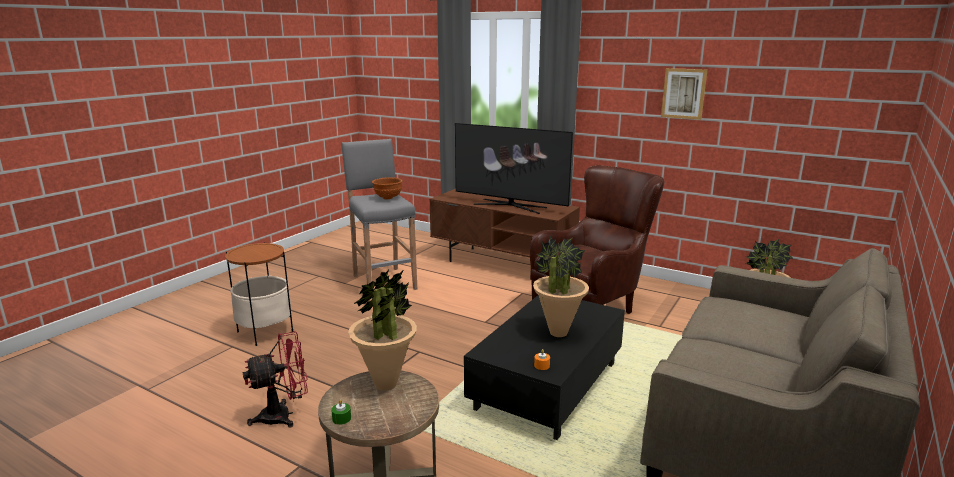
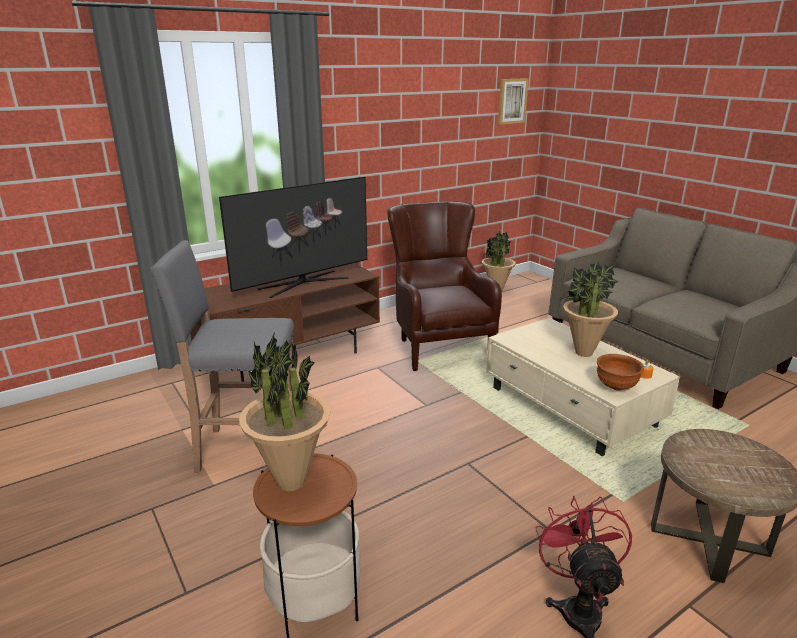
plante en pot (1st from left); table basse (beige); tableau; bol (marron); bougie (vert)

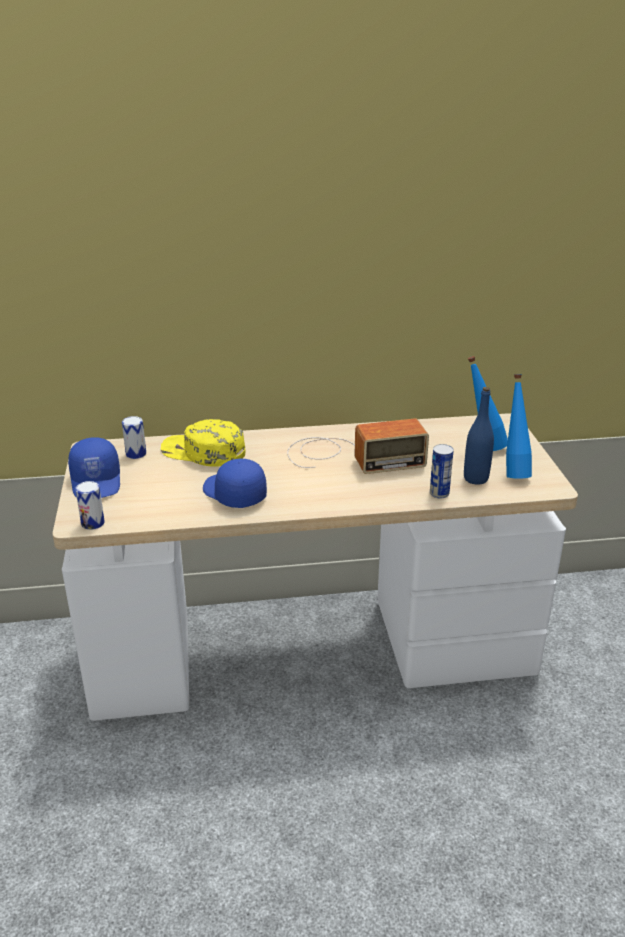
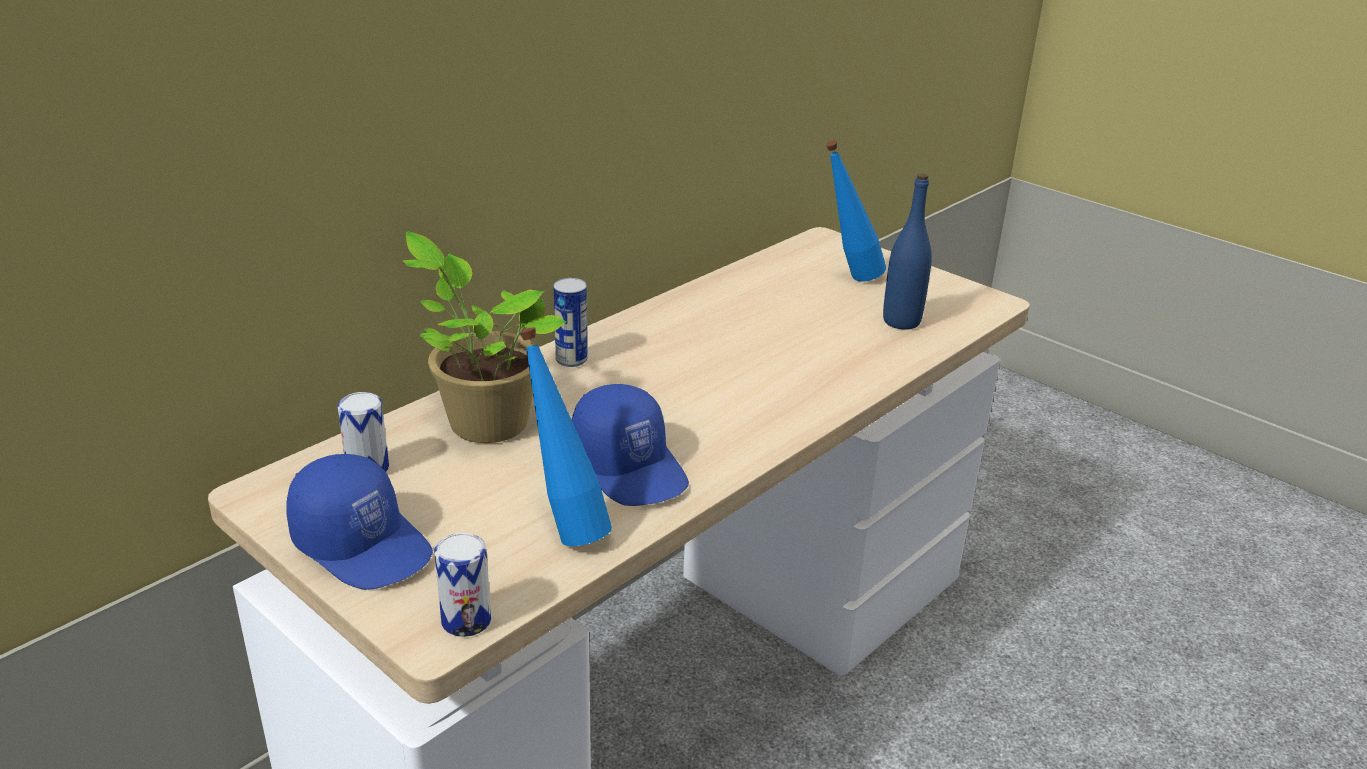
plante en pot; bouteille (bleu) (1st from left); boîte métallique (3rd from left); casquette (bleu) (2nd from left); radio

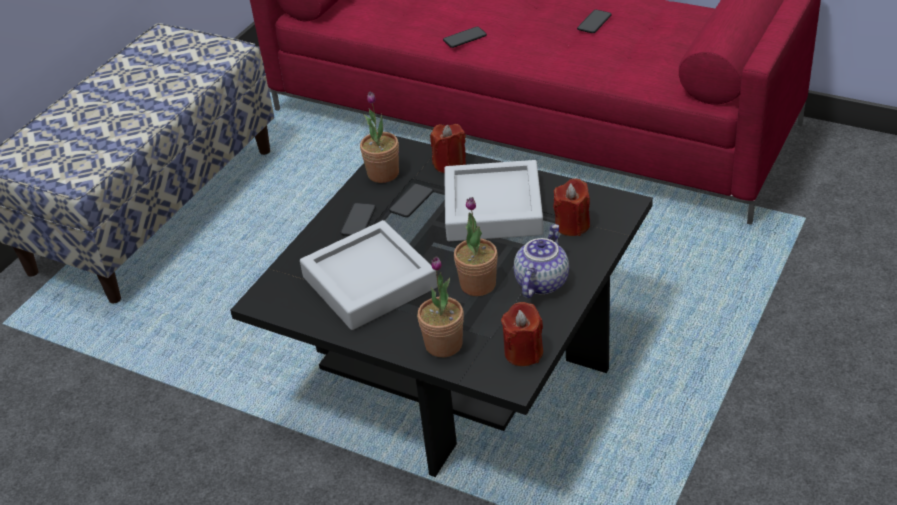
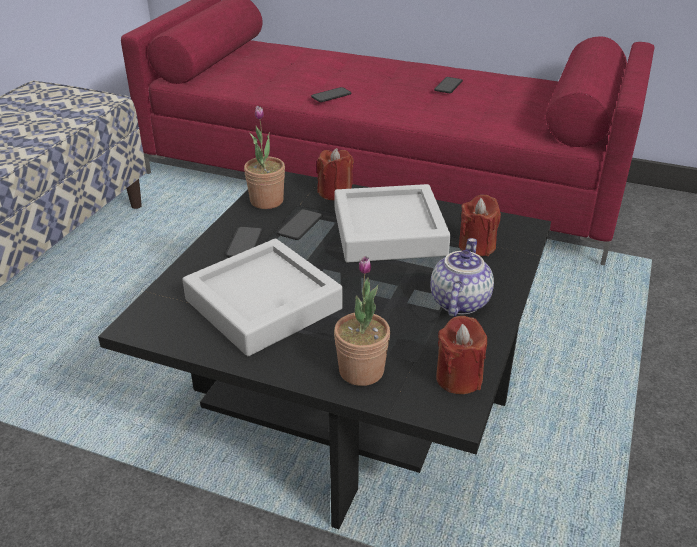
plante en pot (3rd from left in the first image)

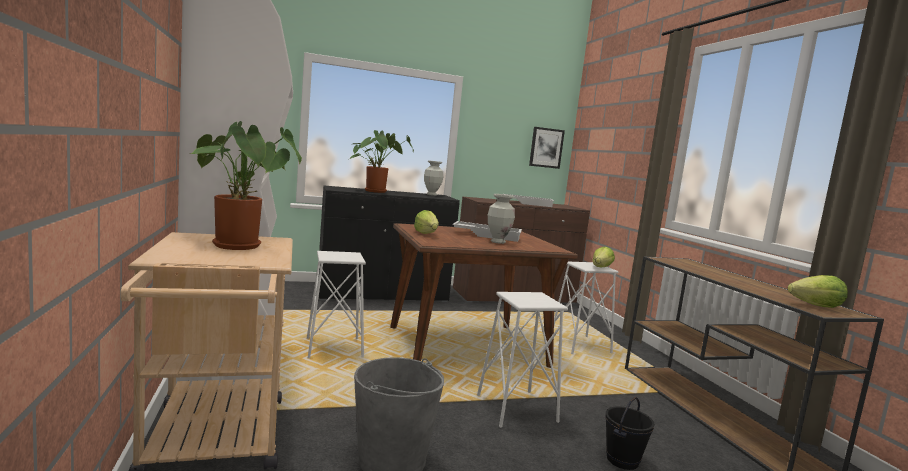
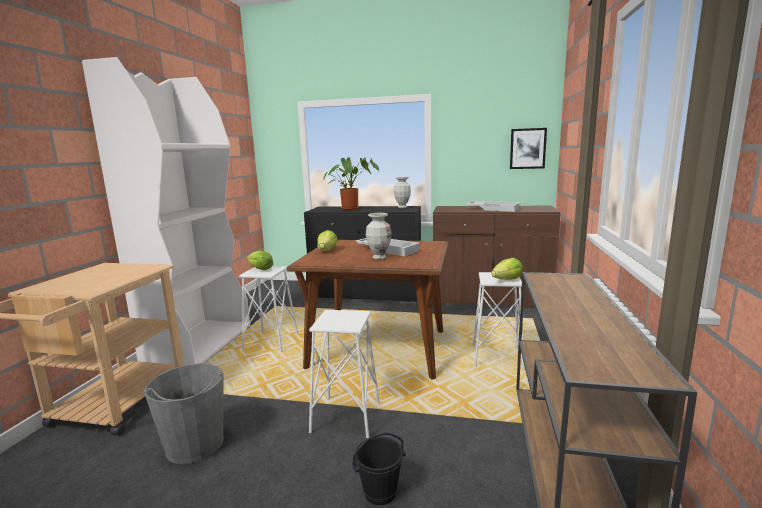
laitue (1st from left); plante en pot (1st from left in the first image)

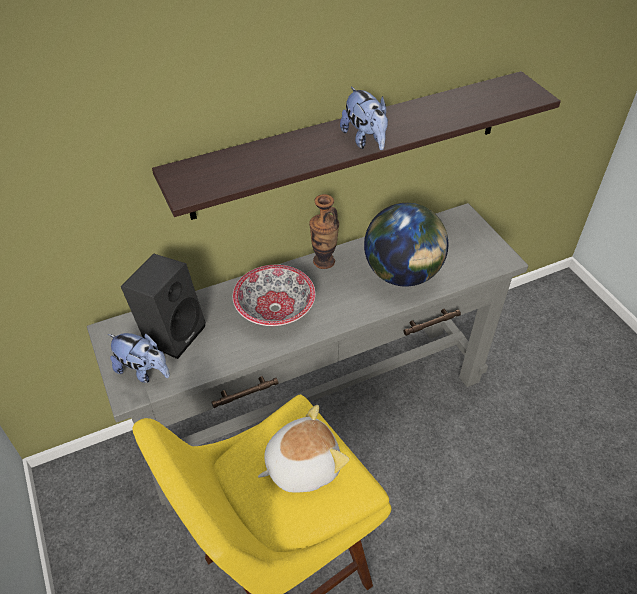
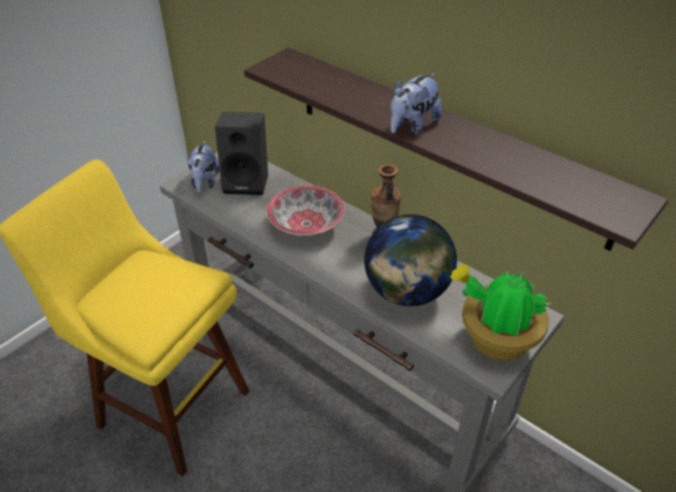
plante en pot; peluche (2nd from left in the first image)

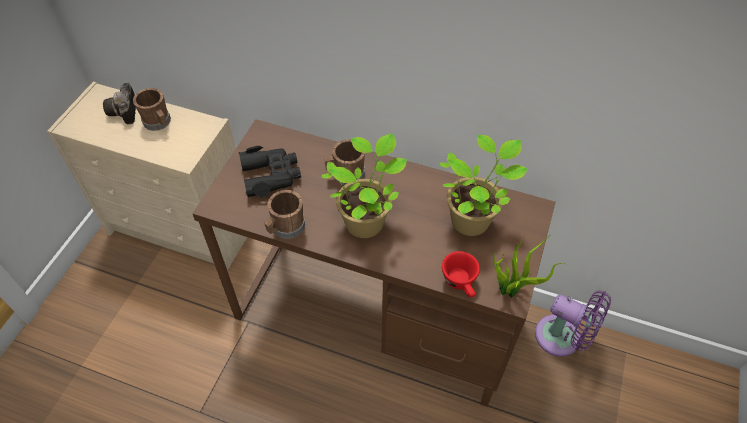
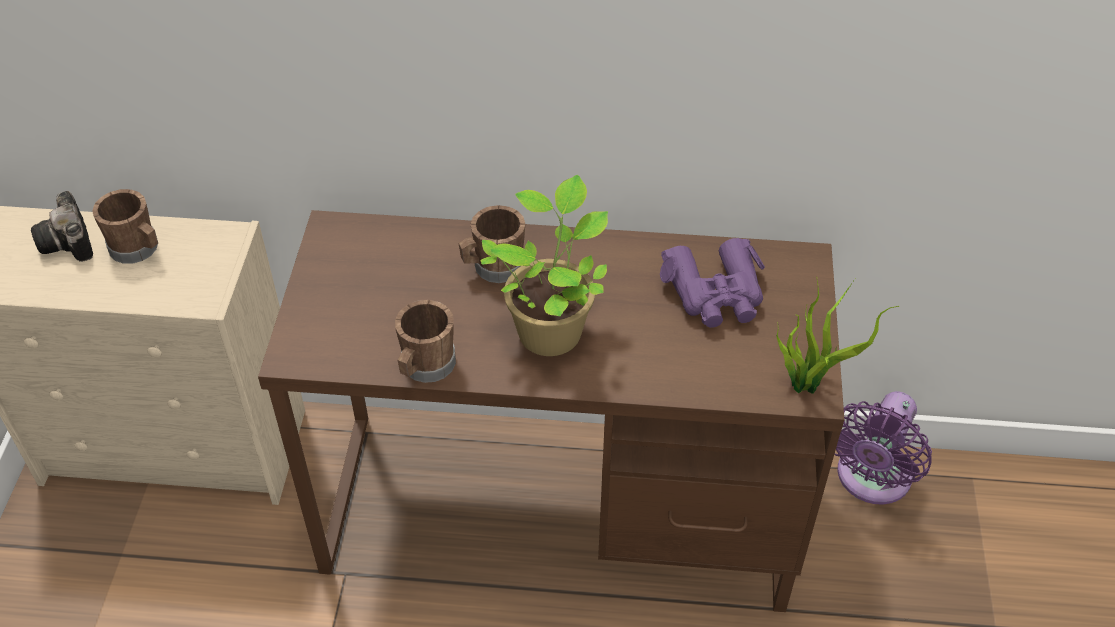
jumelles (violet); ventilateur (violet); jumelles (noir); tasse (rouge)

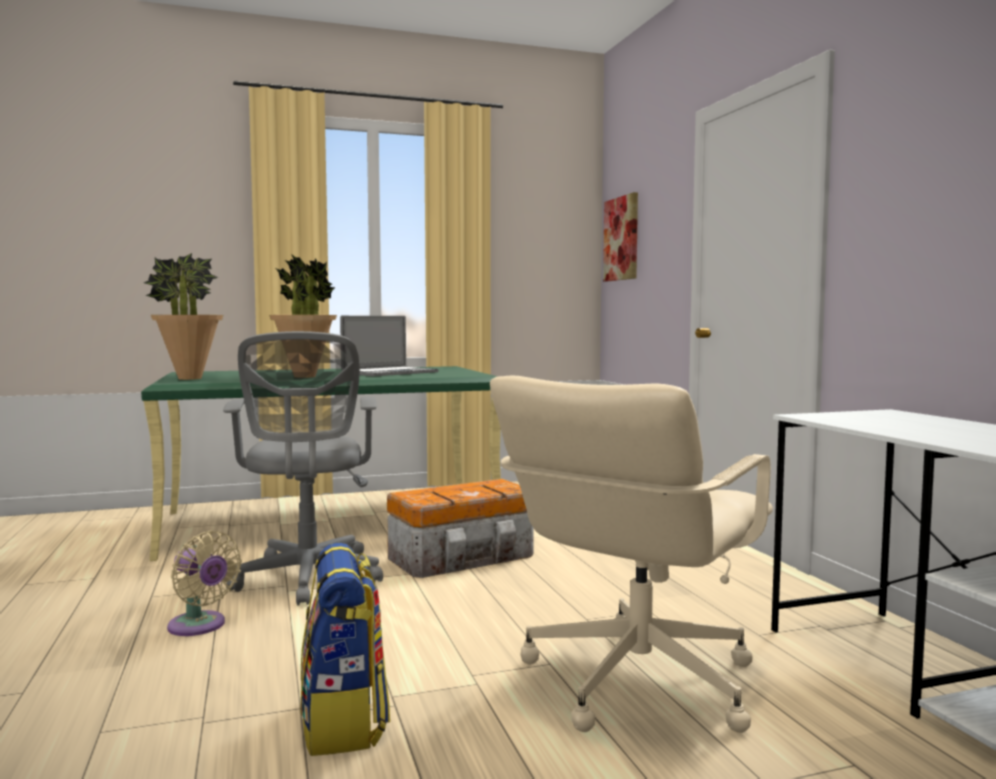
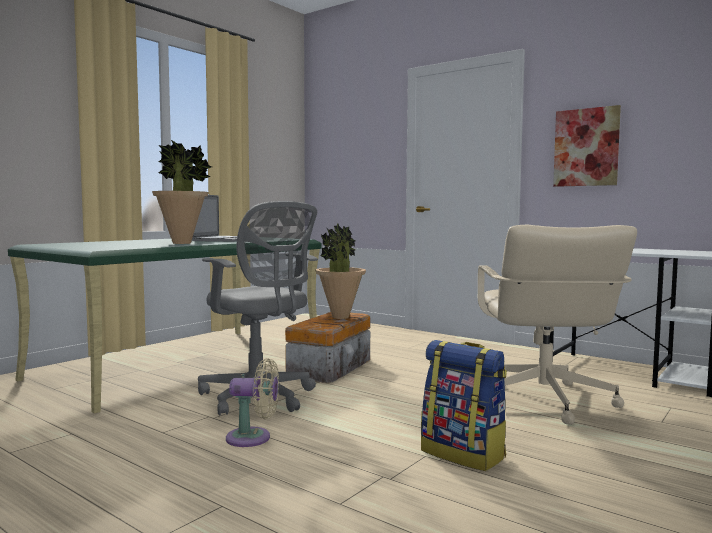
plante en pot (2nd from left); tableau

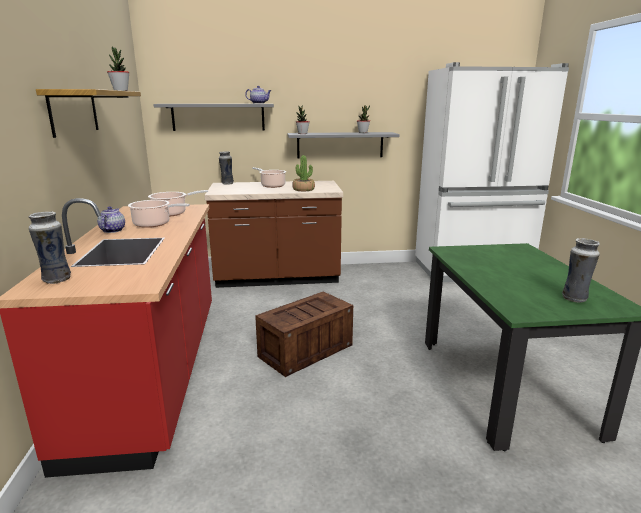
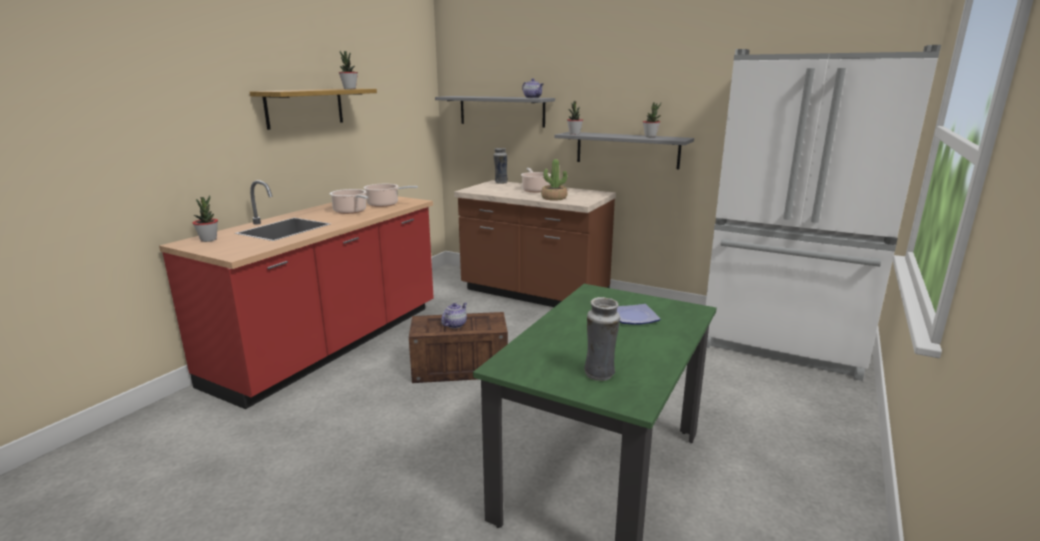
plante en pot (1st from left); théière (1st from left); assiette

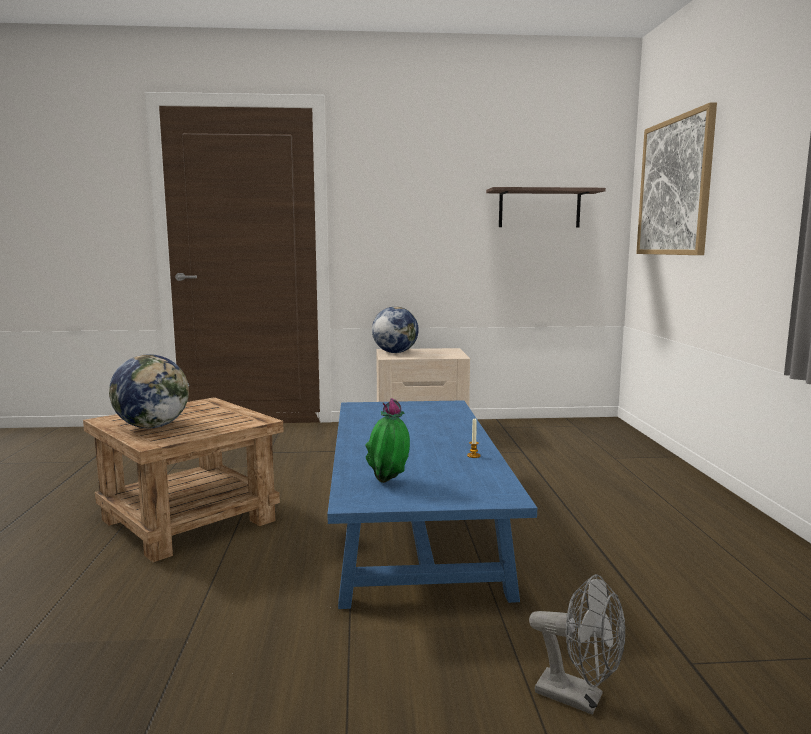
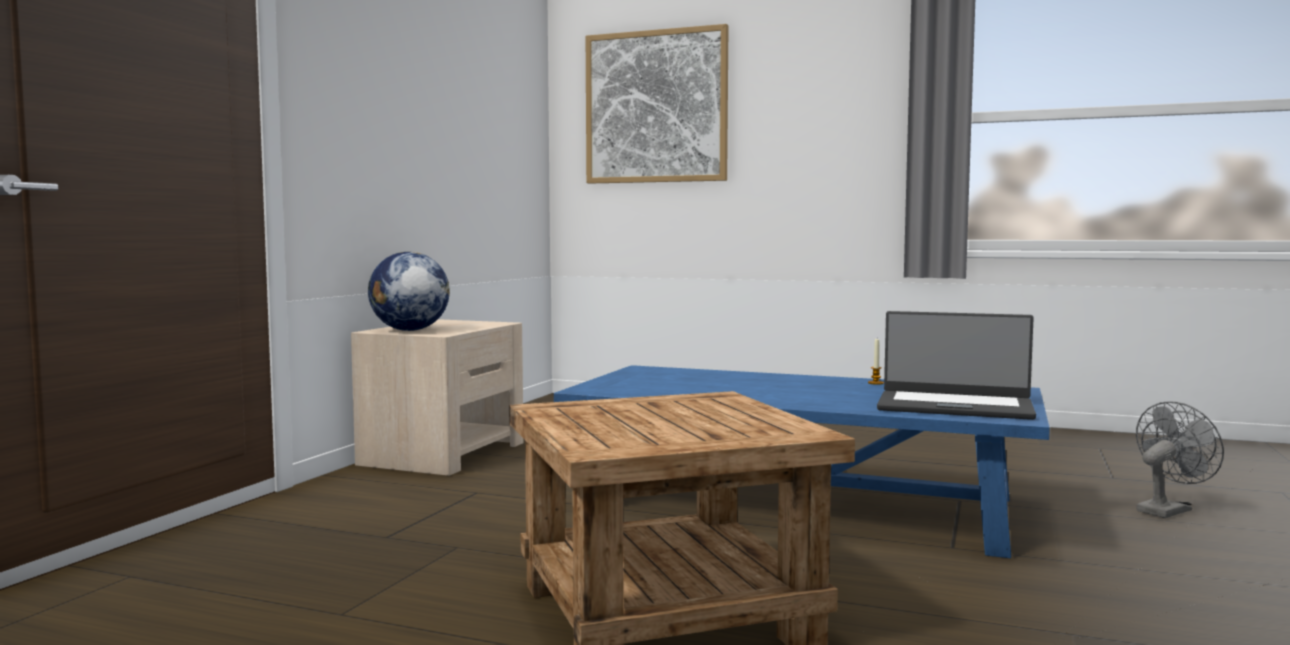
ordinateur portable; globe (1st from left in the first image); étagère

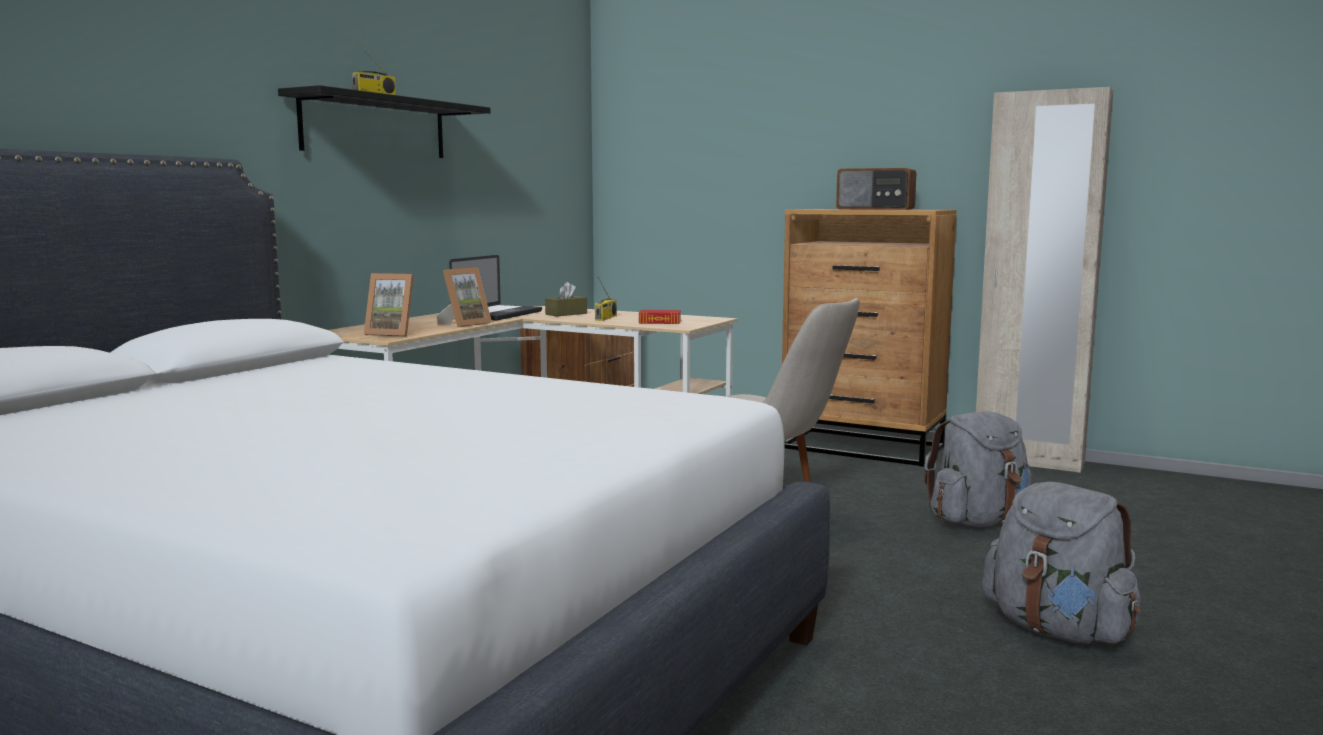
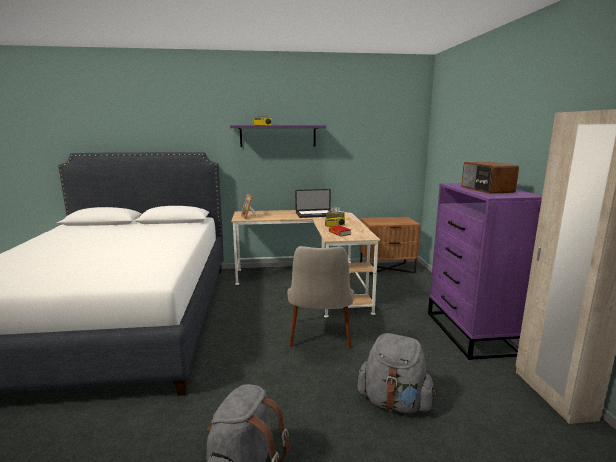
étagère (violet); commode (violet); cadre photo (2nd from left in the first image)

